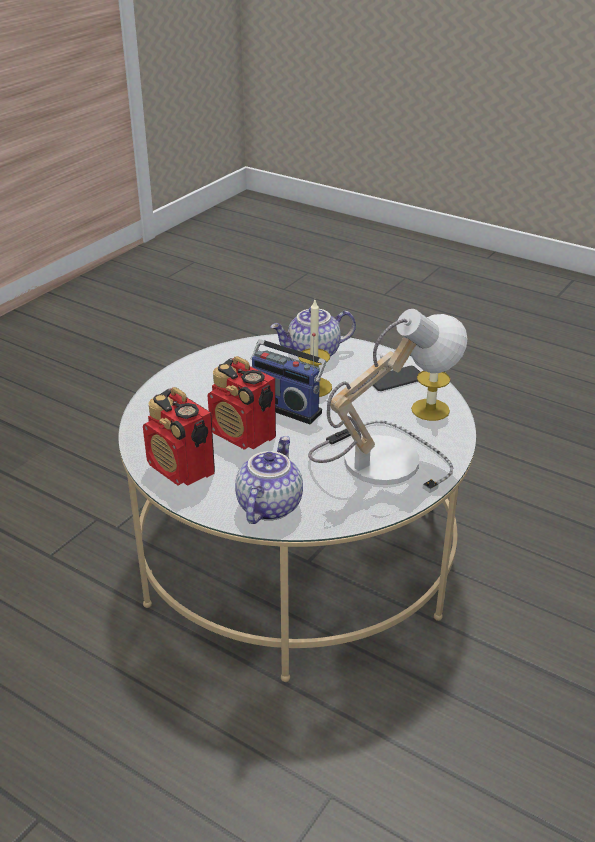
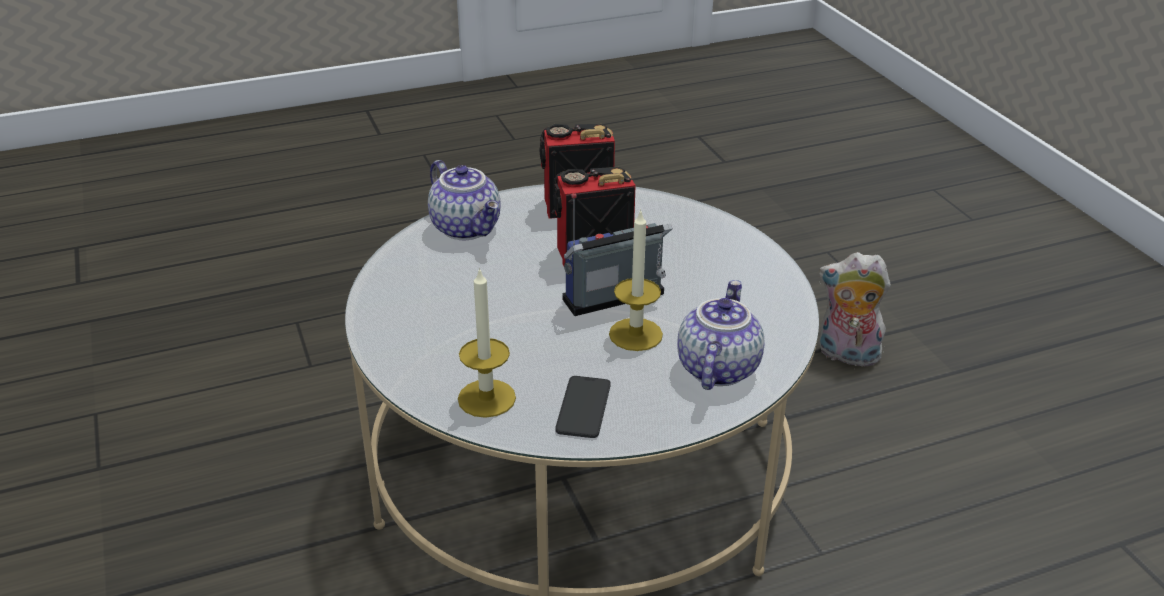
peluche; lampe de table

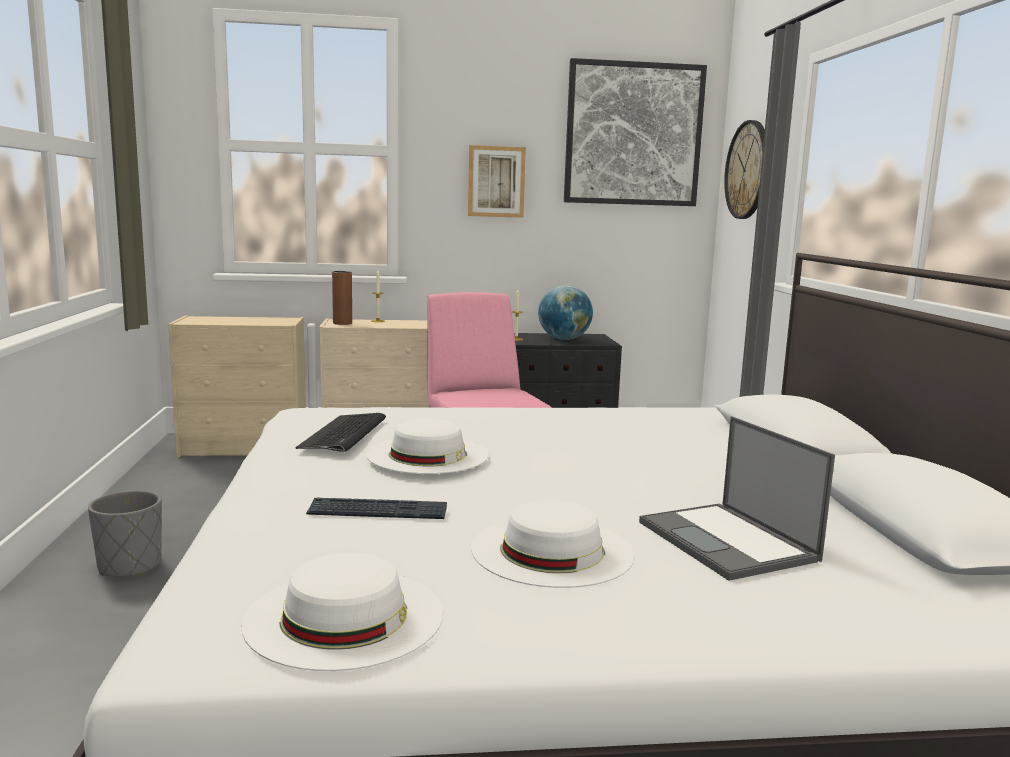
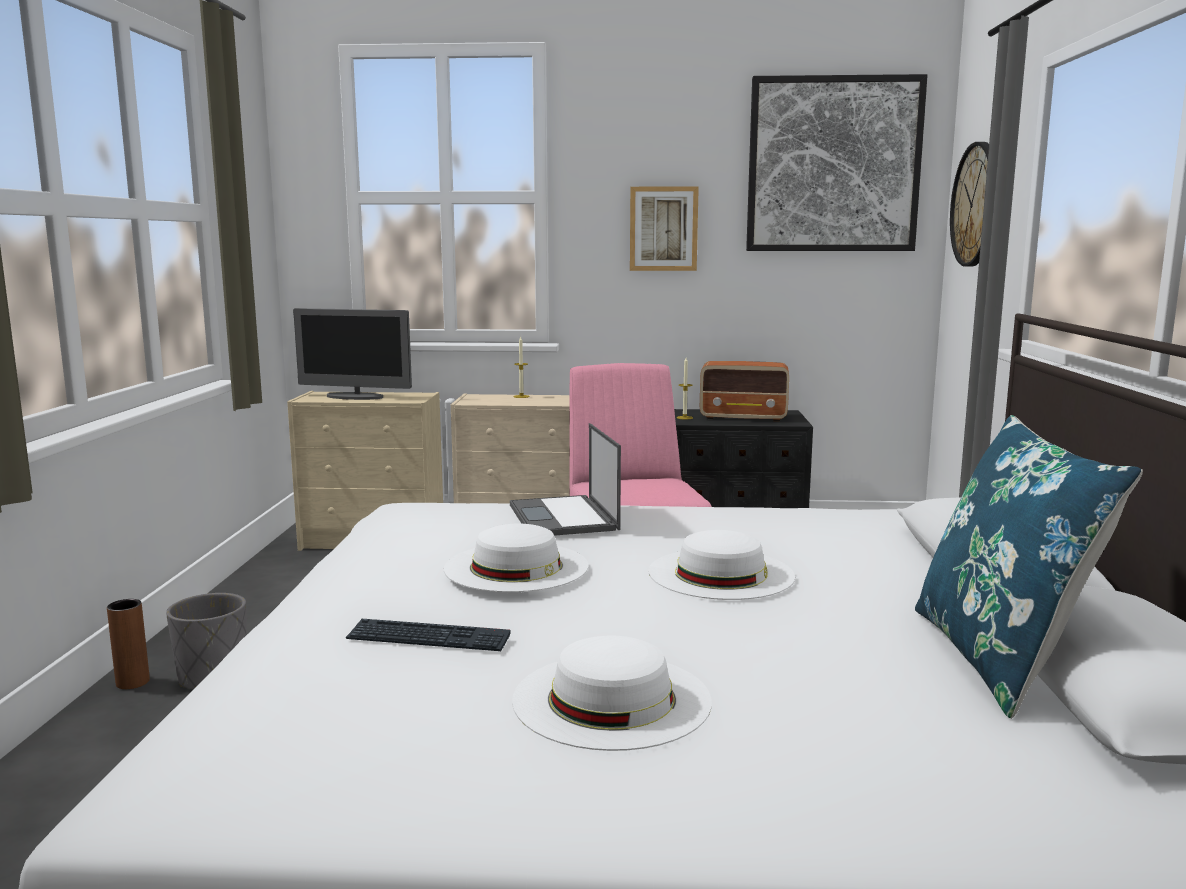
vase (marron); écran d'ordinateur; ordinateur portable; chapeau (blanc) (3rd from left); radio; coussin (bleu); clavier (1st from left in the first image)

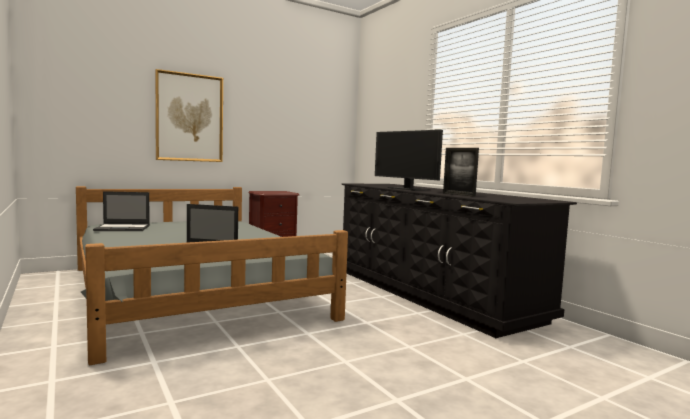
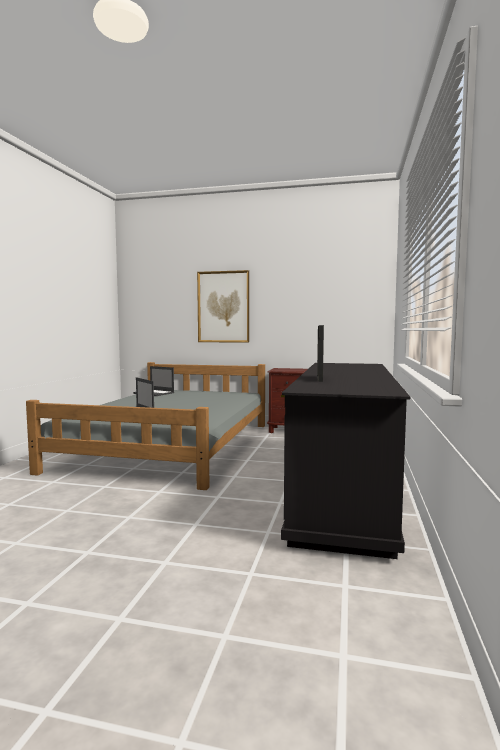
écran d'ordinateur

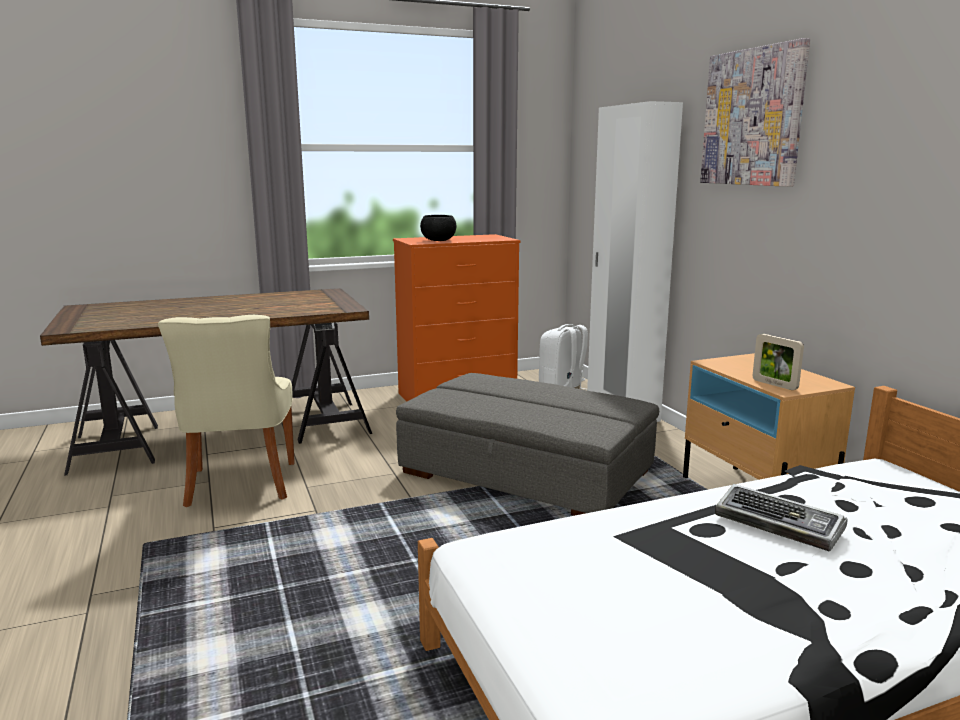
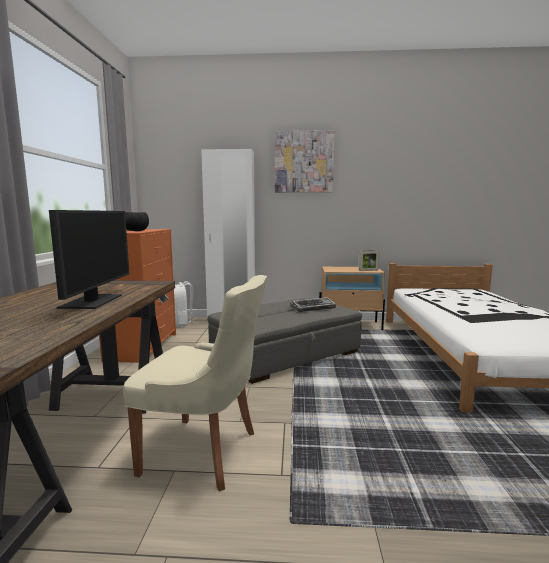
écran d'ordinateur; clavier

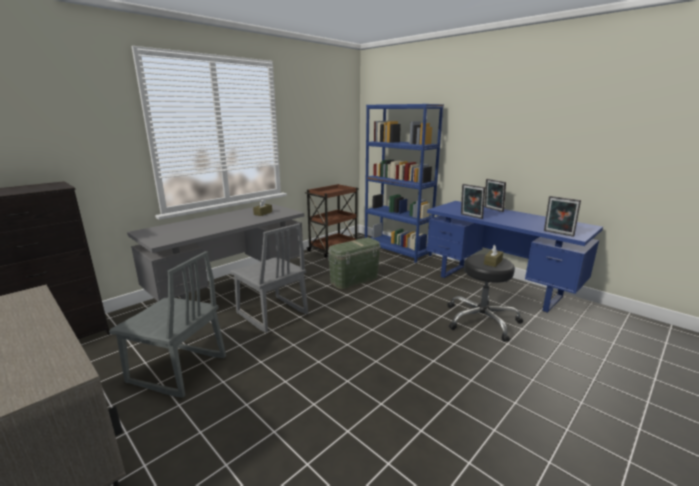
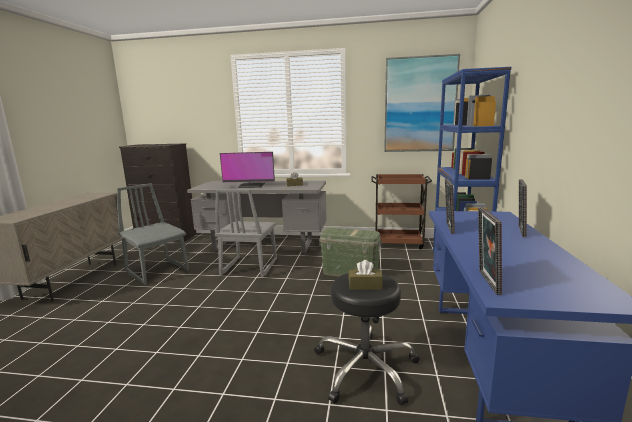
chaise (gris) (1st from left); écran d'ordinateur; tableau

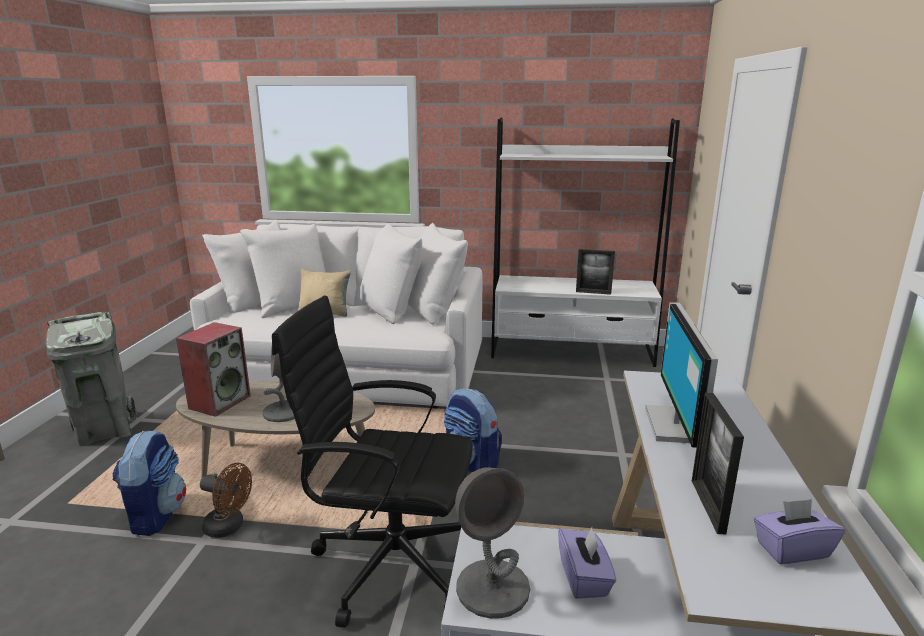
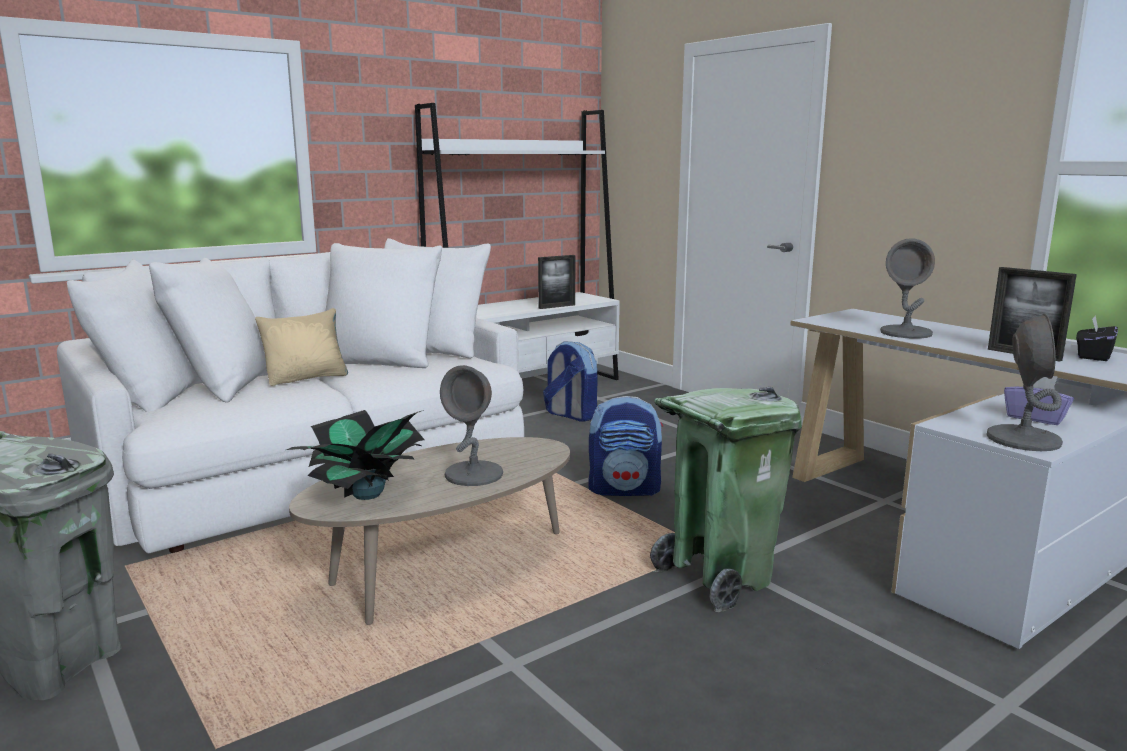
plante en pot; sac à dos (1st from left); poubelle (vert); lampe de table (gris) (2nd from left); boîte à mouchoirs (noir); ventilateur (marron)

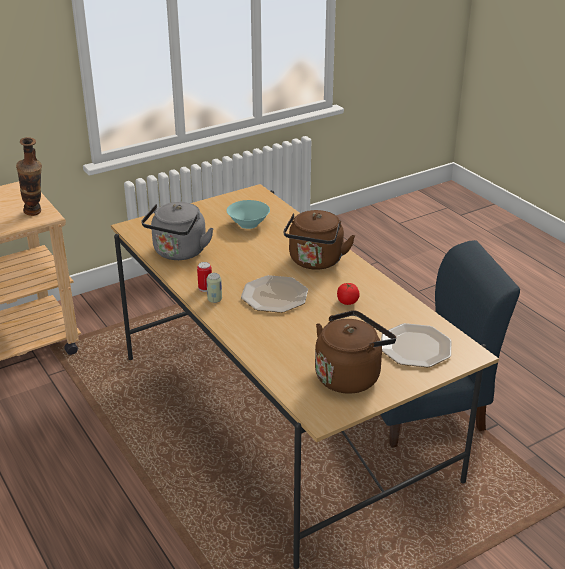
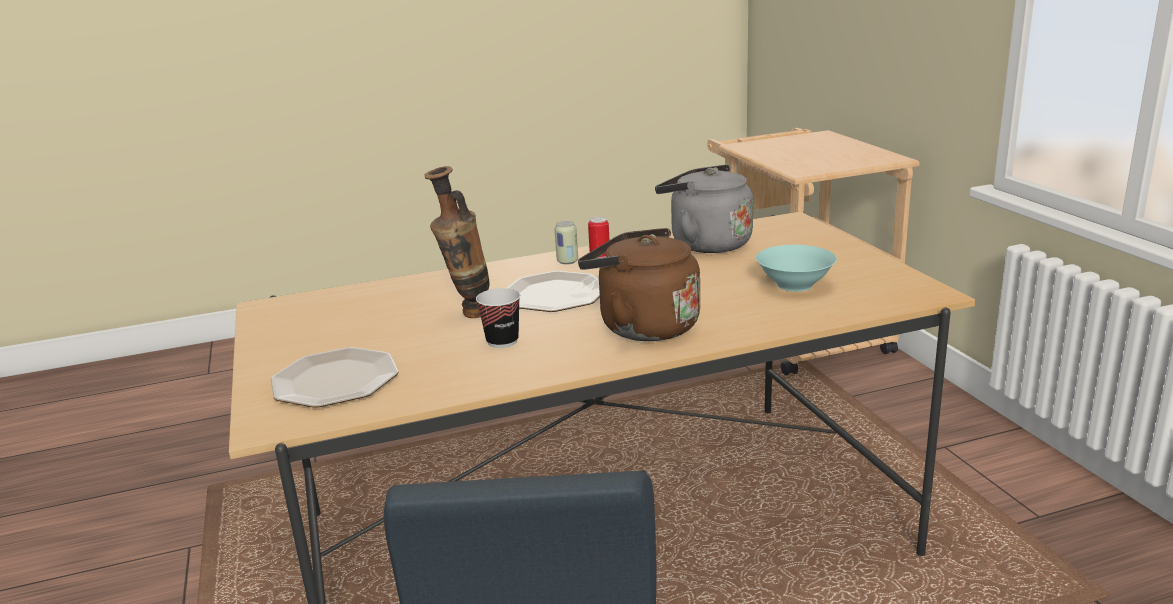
vase; tasse; bouilloire (marron) (2nd from left in the first image)

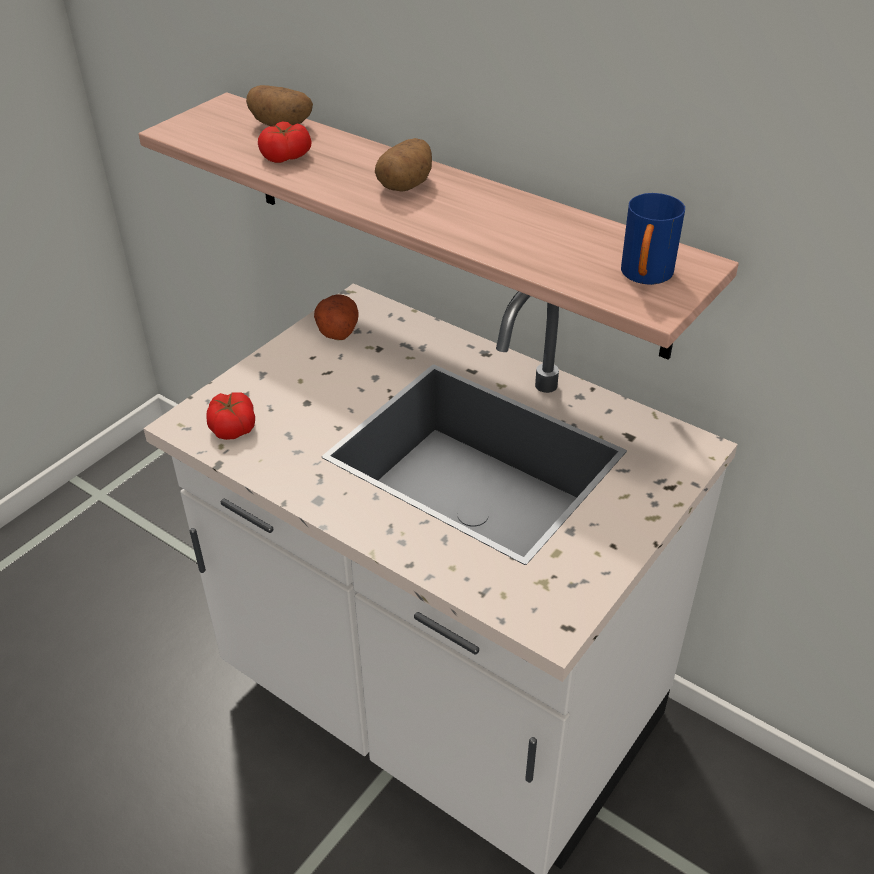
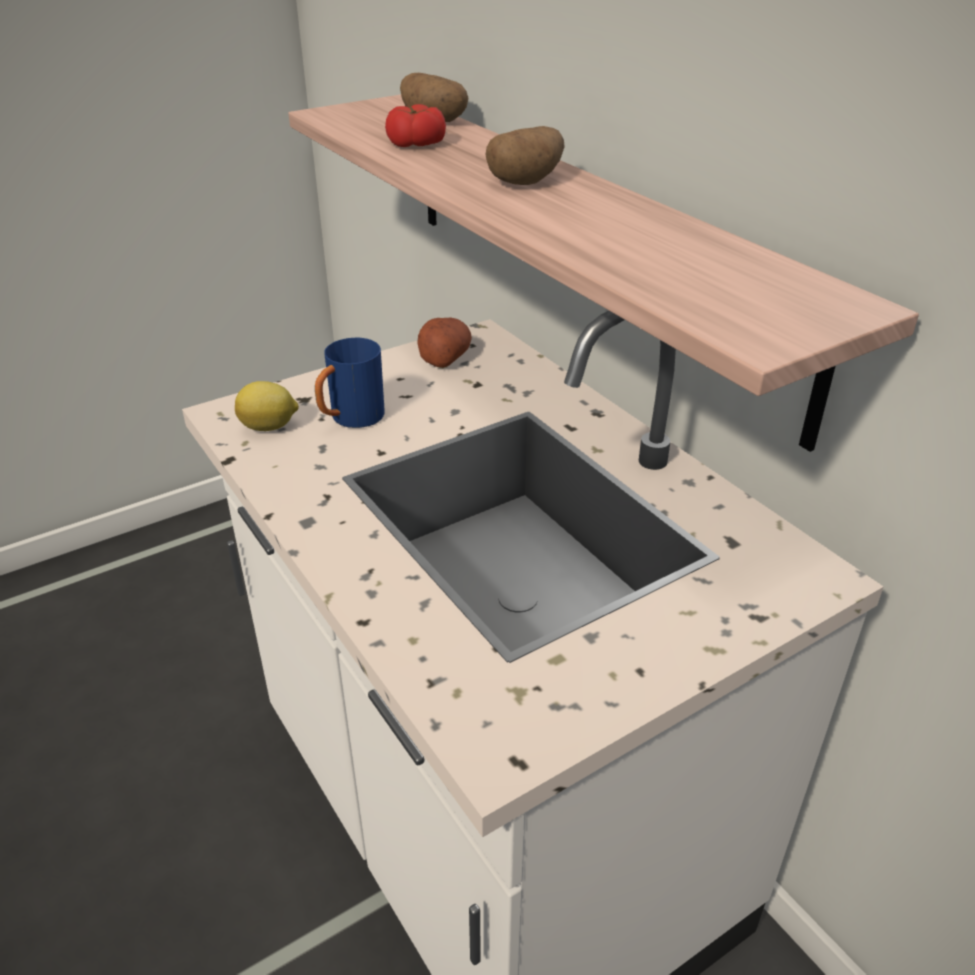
citron; mug (bleu)

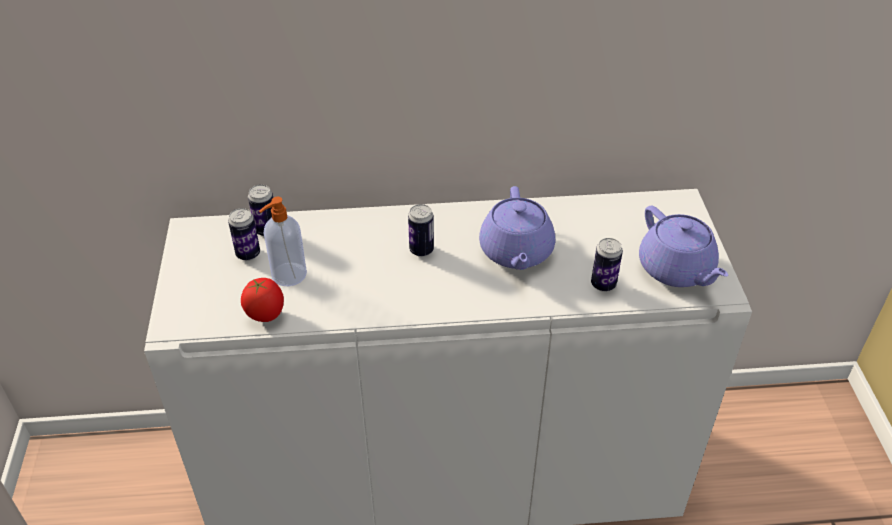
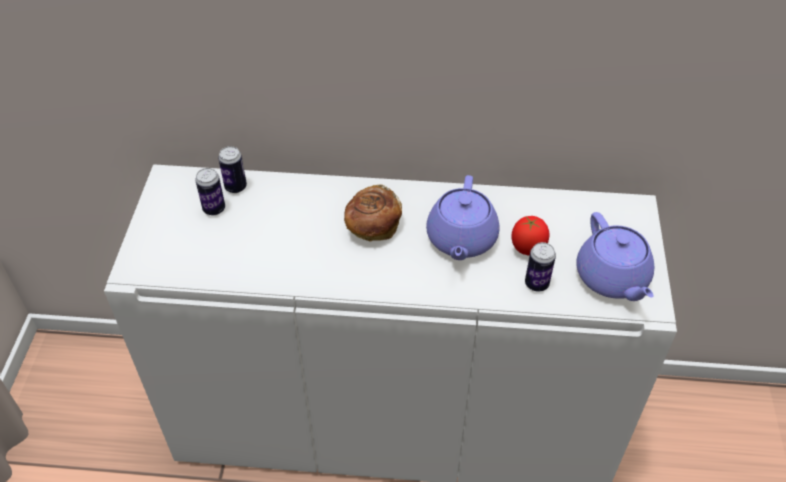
pain; tomate; distributeur de savon

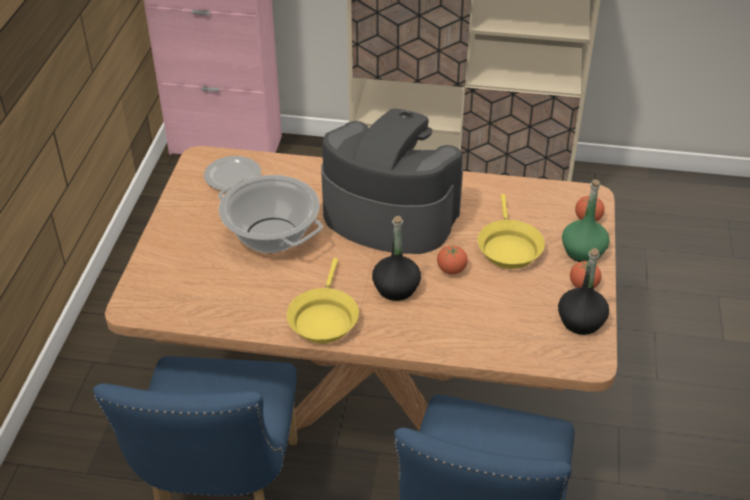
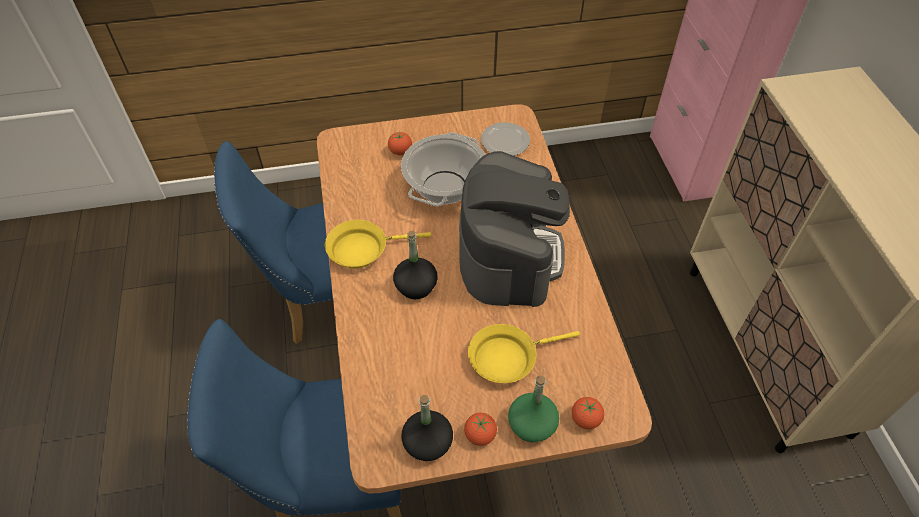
tomate (1st from left)

